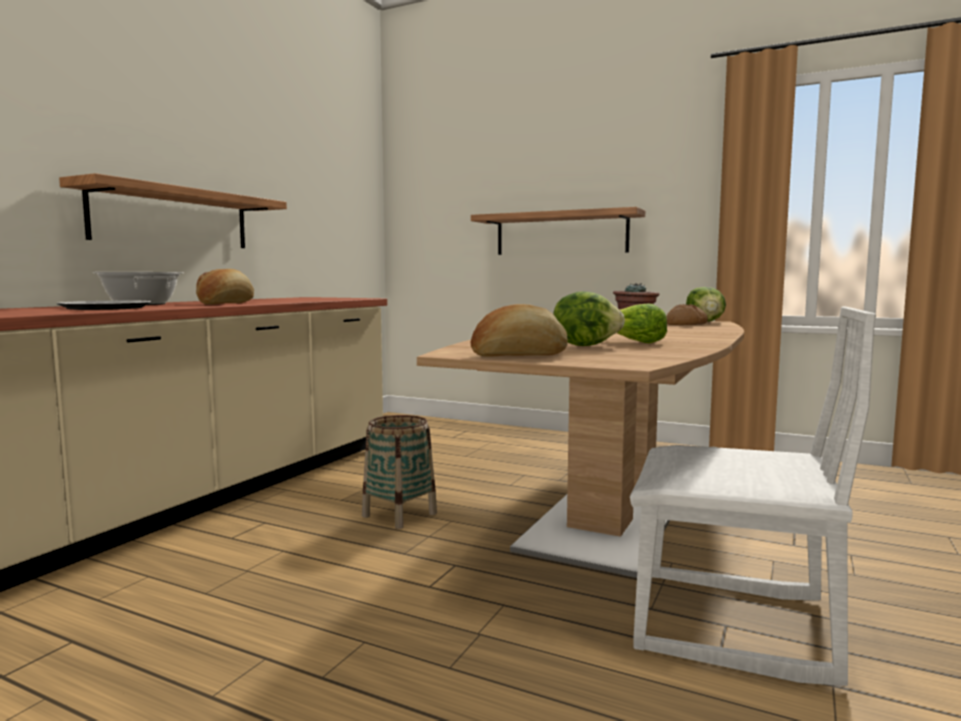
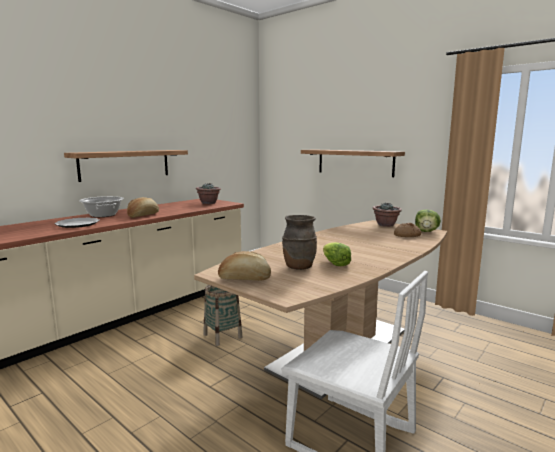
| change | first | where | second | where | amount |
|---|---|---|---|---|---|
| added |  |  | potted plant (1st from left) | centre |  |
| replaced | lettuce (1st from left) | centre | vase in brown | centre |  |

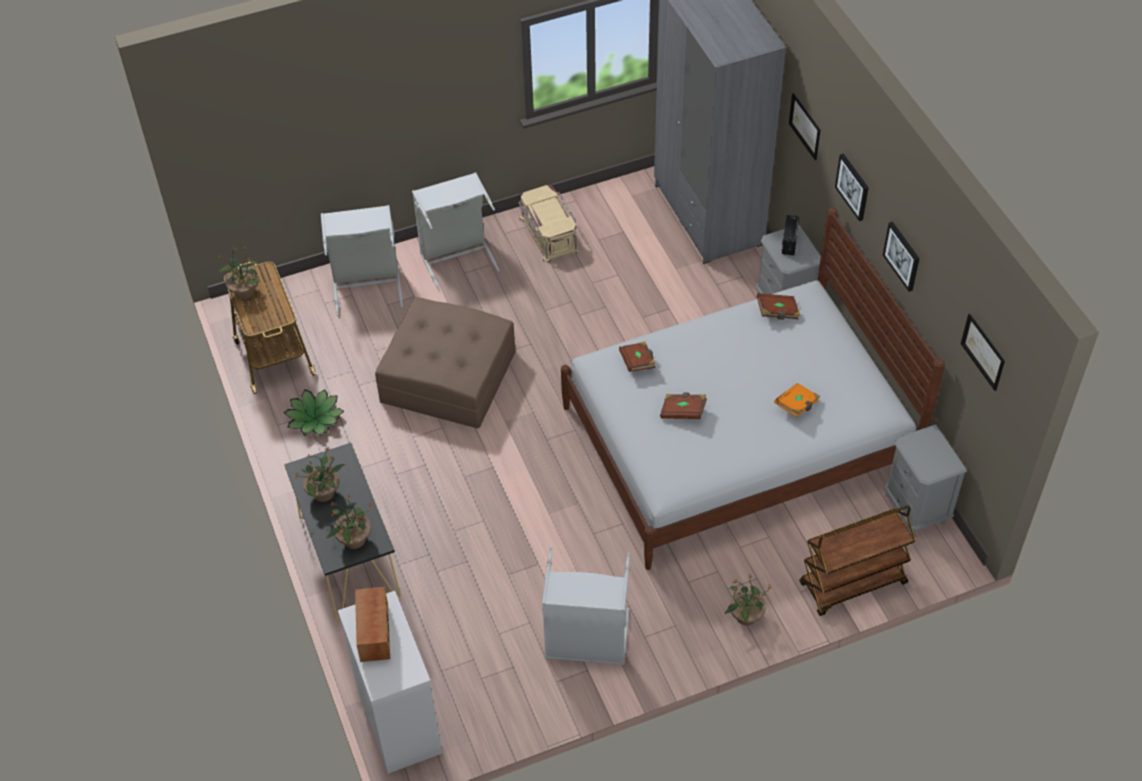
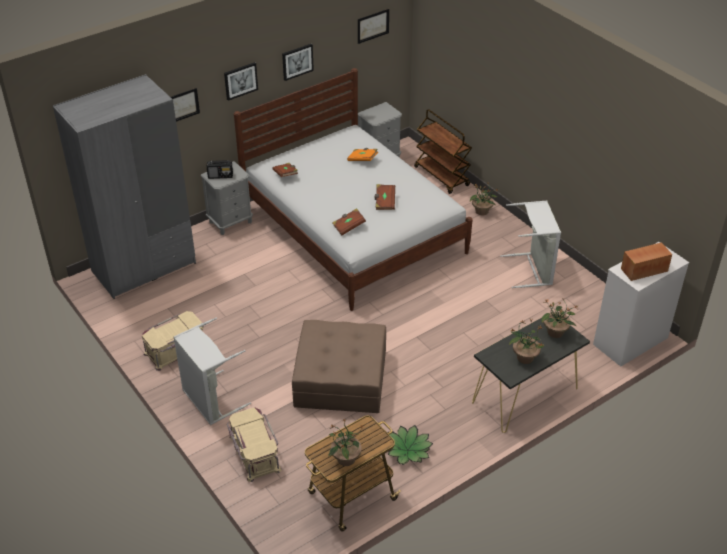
| change | first | where | second | where | amount |
|---|---|---|---|---|---|
| replaced | laundry basket in grey (1st from left) | top left | storage box in beige (2nd from left) | bottom centre |  |

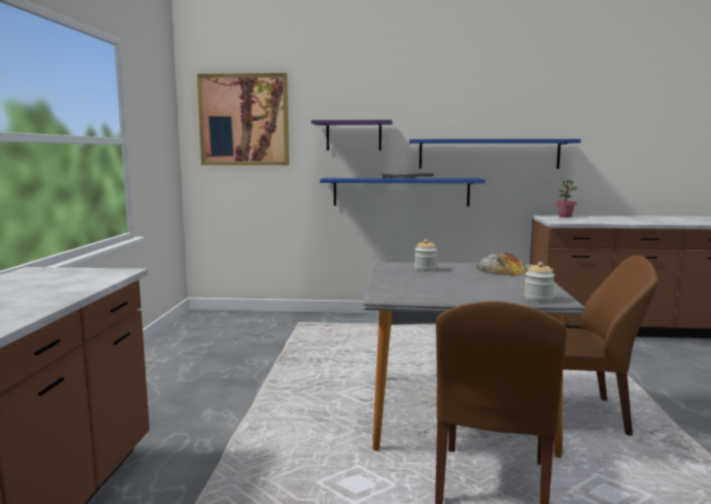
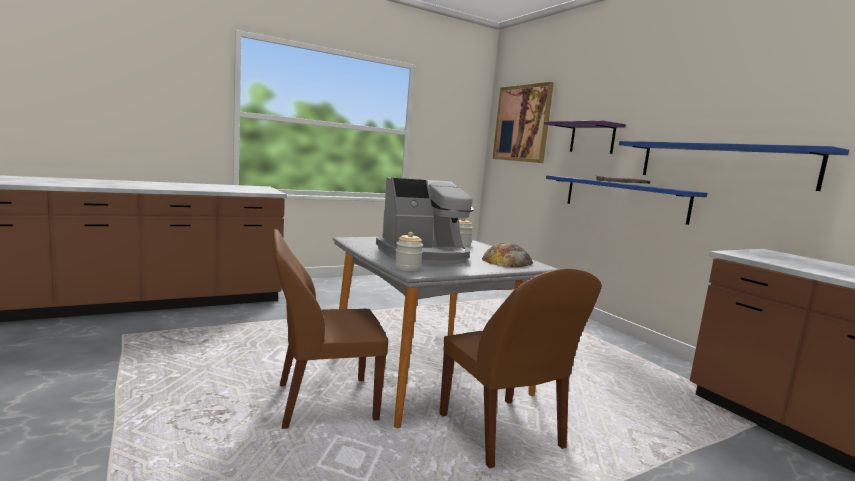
| change | first | where | second | where | amount |
|---|---|---|---|---|---|
| added |  |  | coffee machine | centre |  |
| removed | potted plant | middle right |  |  |  |

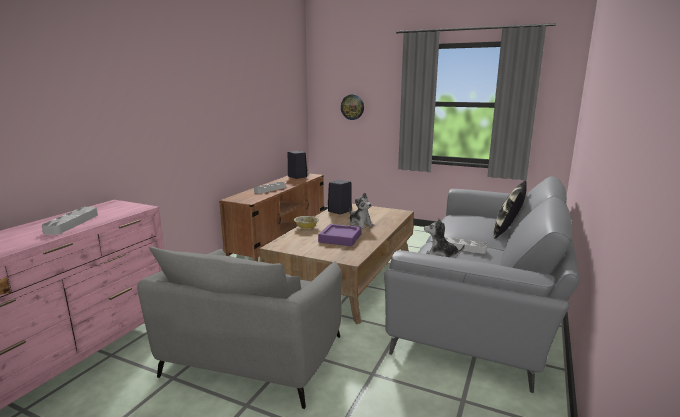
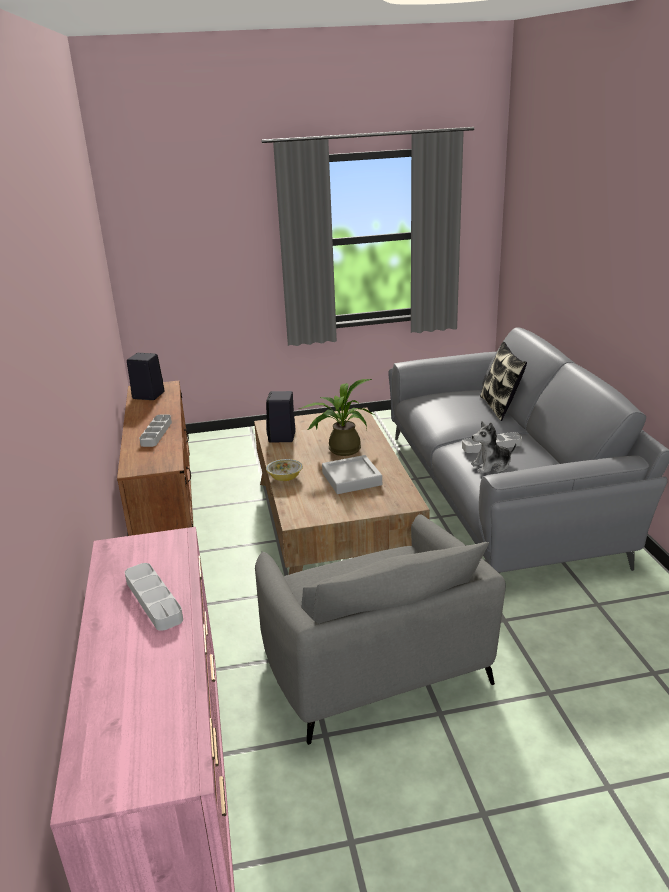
| change | first | where | second | where | amount |
|---|---|---|---|---|---|
| replaced | plush toy (1st from left) | centre | potted plant | centre |  |
| recoloured | tray in purple | centre | tray in grey (3rd from left) | centre |  |
| removed | wall clock | top centre |  |  |  |

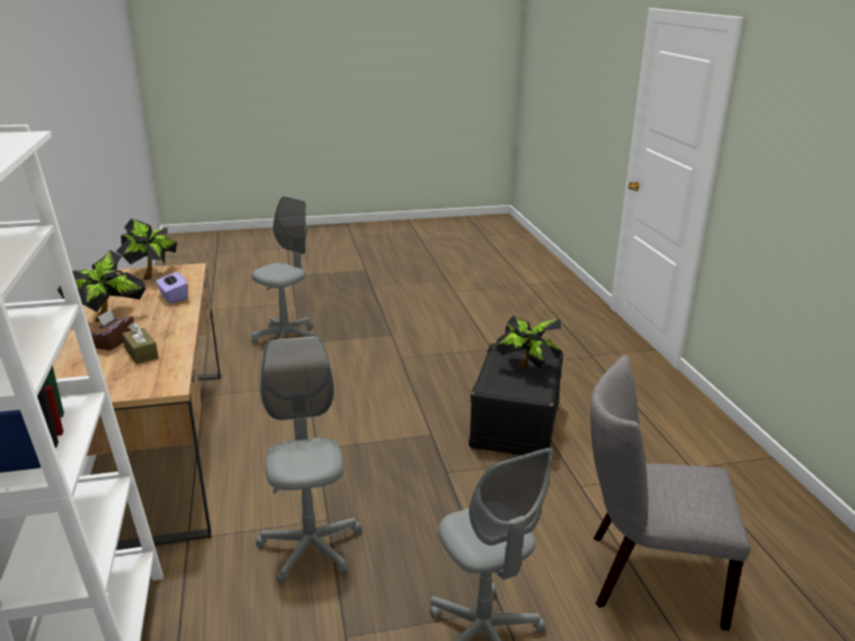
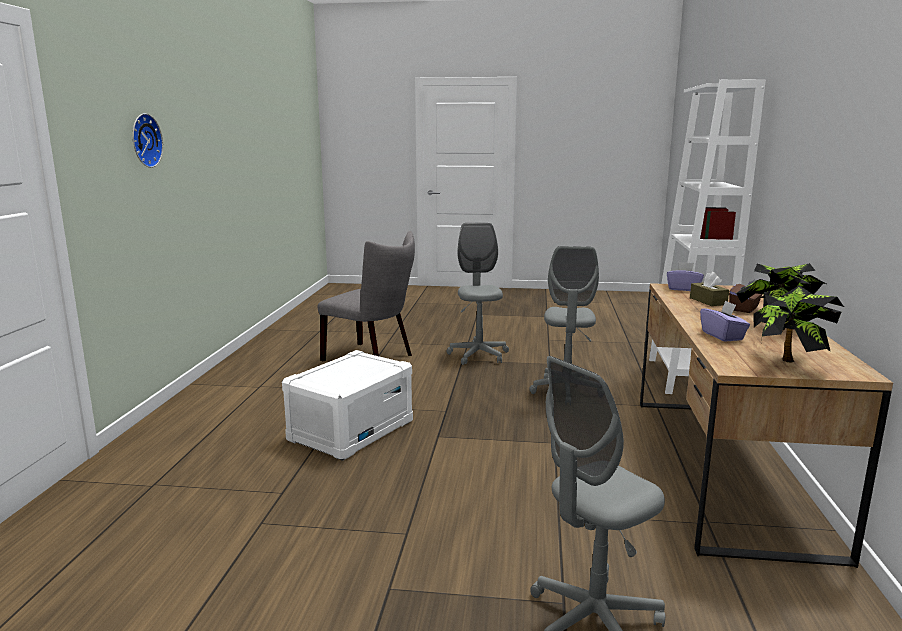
| change | first | where | second | where | amount |
|---|---|---|---|---|---|
| added |  |  | wall clock | top left |  |
| recoloured | storage box in black | centre | storage box in white | centre |  |
| added |  |  | tissue box in purple (1st from left) | middle right |  |
| removed | potted plant (3rd from left) | centre |  |  |  |

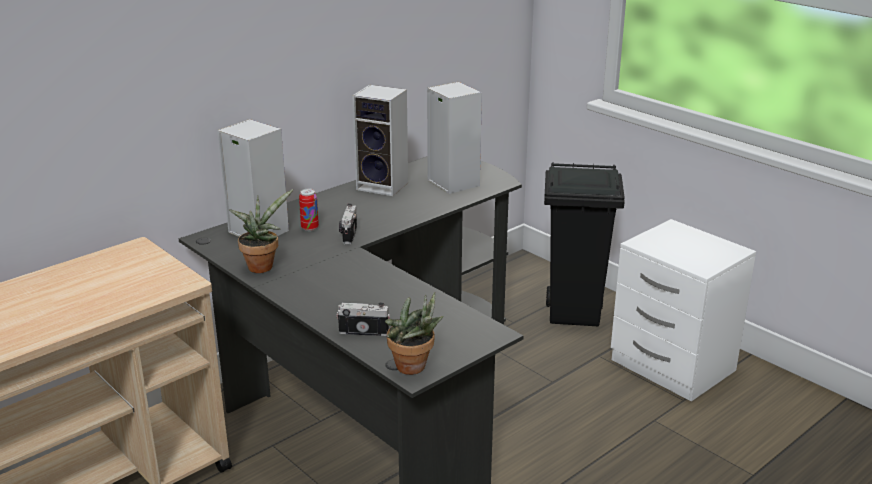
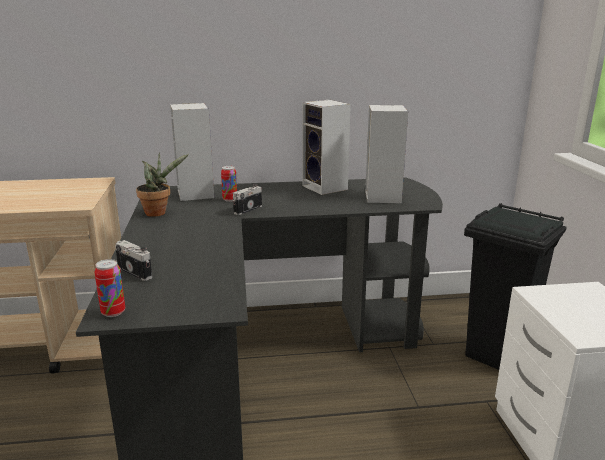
| change | first | where | second | where | amount |
|---|---|---|---|---|---|
| replaced | potted plant (2nd from left) | bottom centre | can (1st from left) | middle left |  |

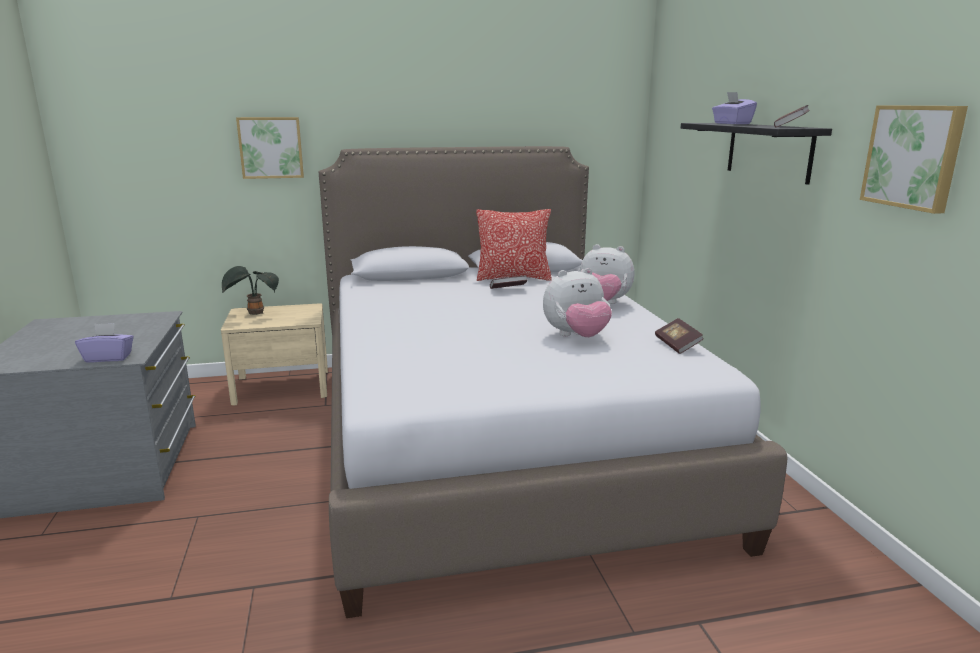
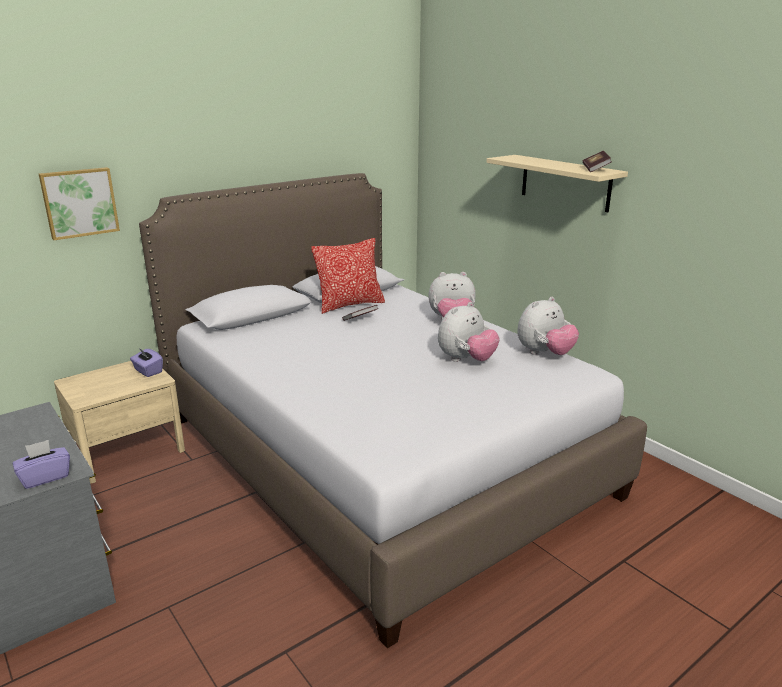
| change | first | where | second | where | amount |
|---|---|---|---|---|---|
| moved | tissue box in purple (2nd from left) | top right |  | middle left |  |
| recoloured | shelf in black | top right | shelf in beige | top right |  |
| replaced | book (2nd from left) | middle right | plush toy (3rd from left) | middle right |  |
| removed | potted plant | middle left |  |  |  |
| removed | picture (2nd from left) | top right |  |  |  |

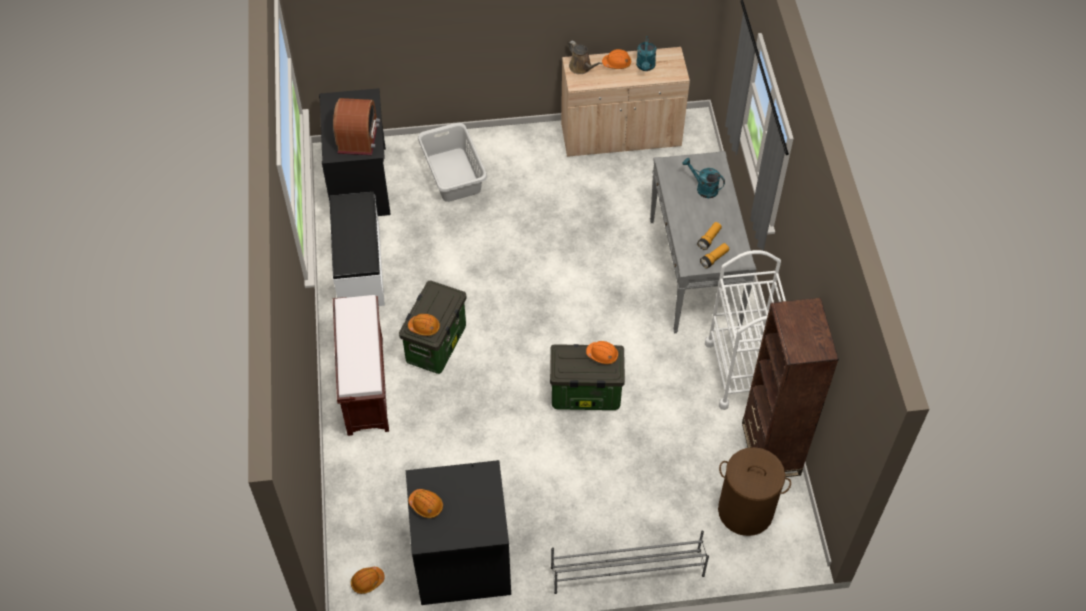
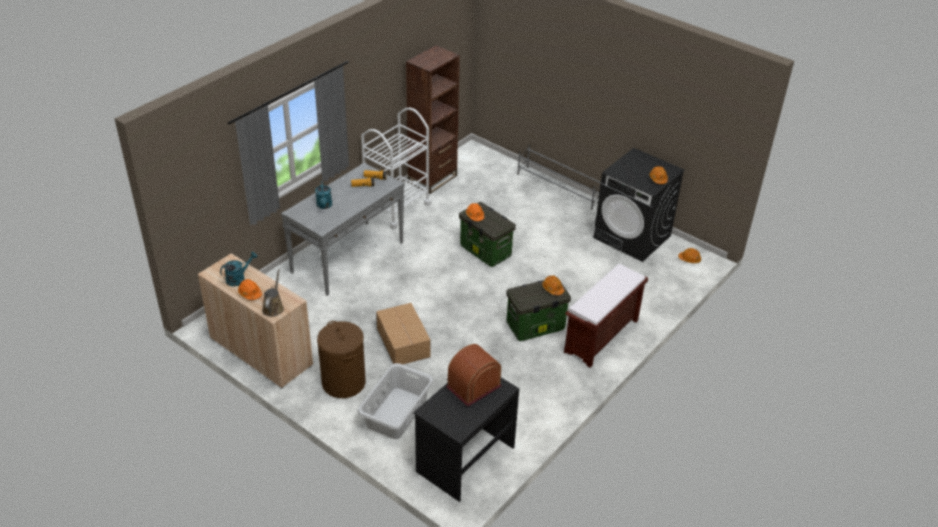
| change | first | where | second | where | amount |
|---|---|---|---|---|---|
| moved | laundry basket in brown | bottom right |  | bottom centre |  |
| added |  |  | cardboard box | centre |  |
| removed | bench in white | middle left |  |  |  |

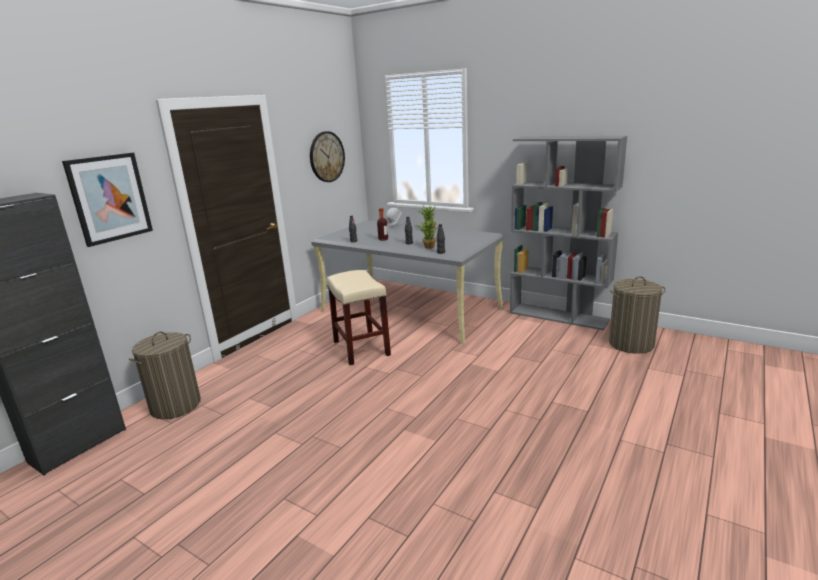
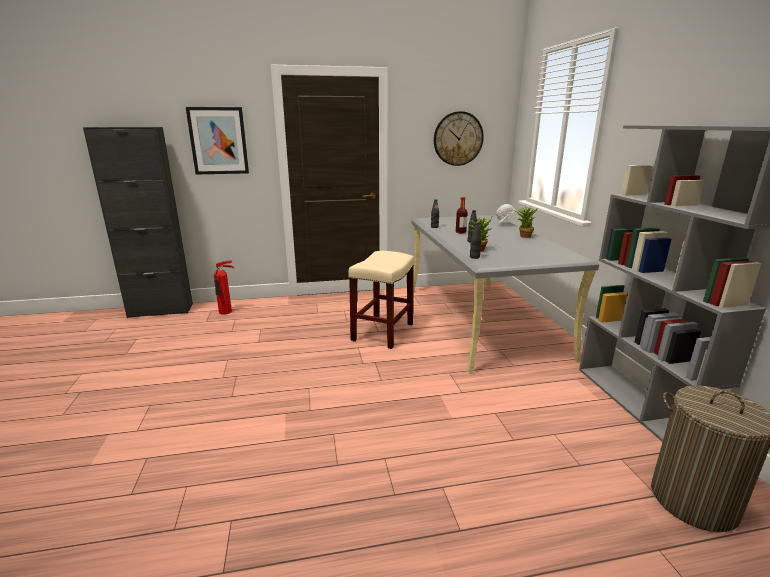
| change | first | where | second | where | amount |
|---|---|---|---|---|---|
| replaced | laundry basket (1st from left) | middle left | fire extinguisher | middle left |  |

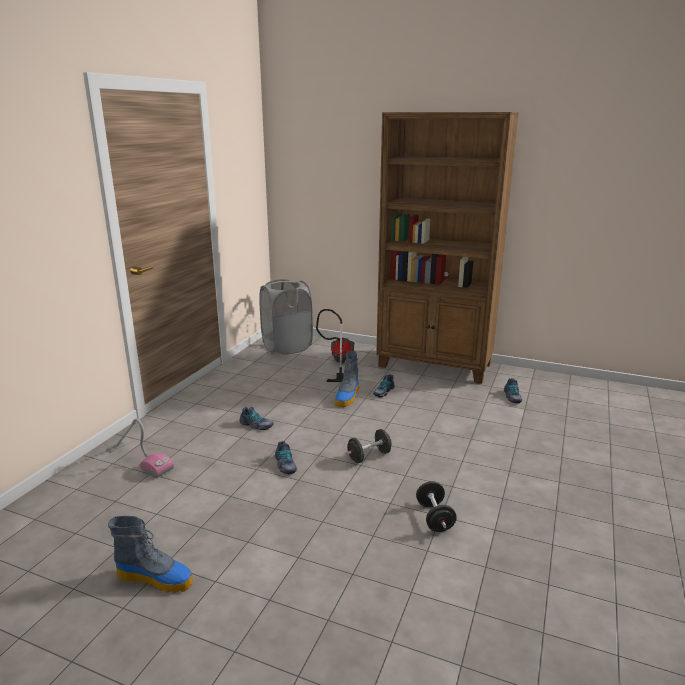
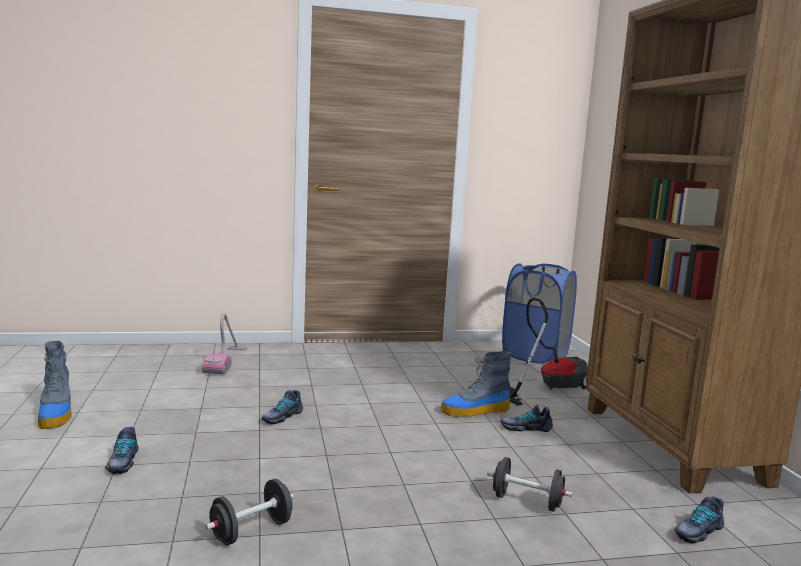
| change | first | where | second | where | amount |
|---|---|---|---|---|---|
| moved | shoe (1st from left) | centre |  | bottom left |  |
| moved | dumbbell in black (1st from left in the first image) | centre | dumbbell in black (2nd from left) | bottom centre |  |
| recoloured | laundry basket in grey | centre | laundry basket in blue | middle right |  |

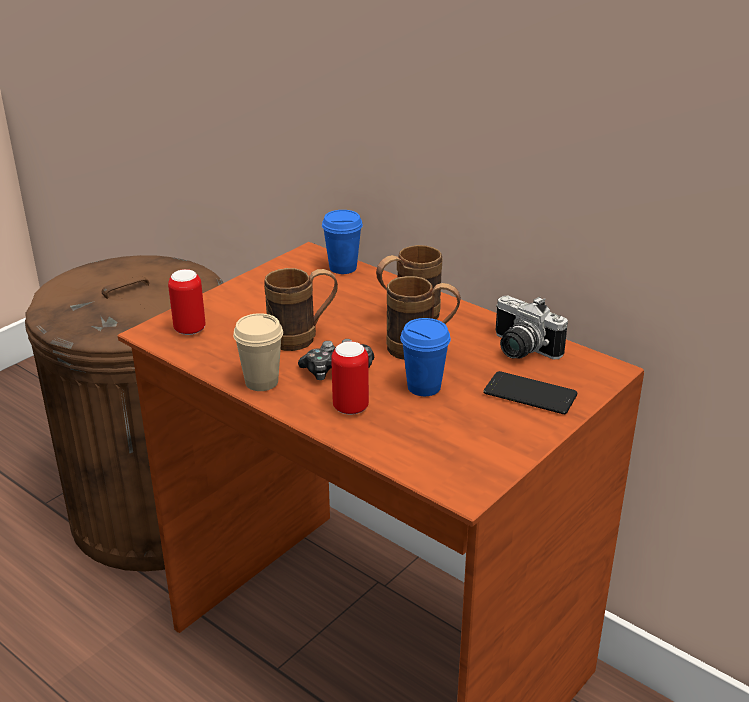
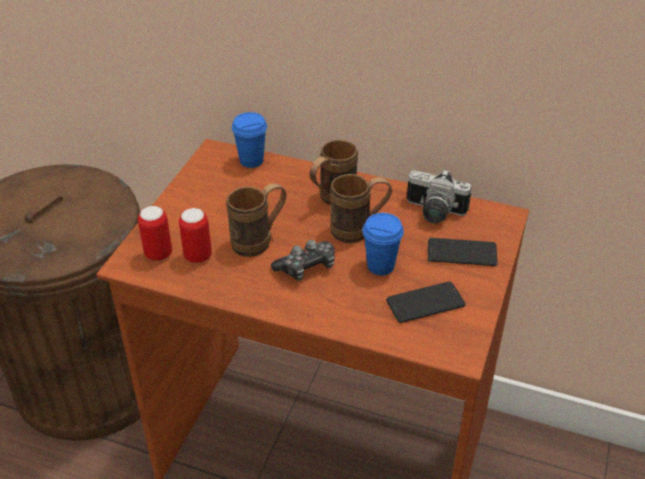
| change | first | where | second | where | amount |
|---|---|---|---|---|---|
| moved | can (2nd from left) | centre |  | middle left |  |
| added |  |  | phone (1st from left) | centre |  |
| removed | cup in beige | centre |  |  |  |

